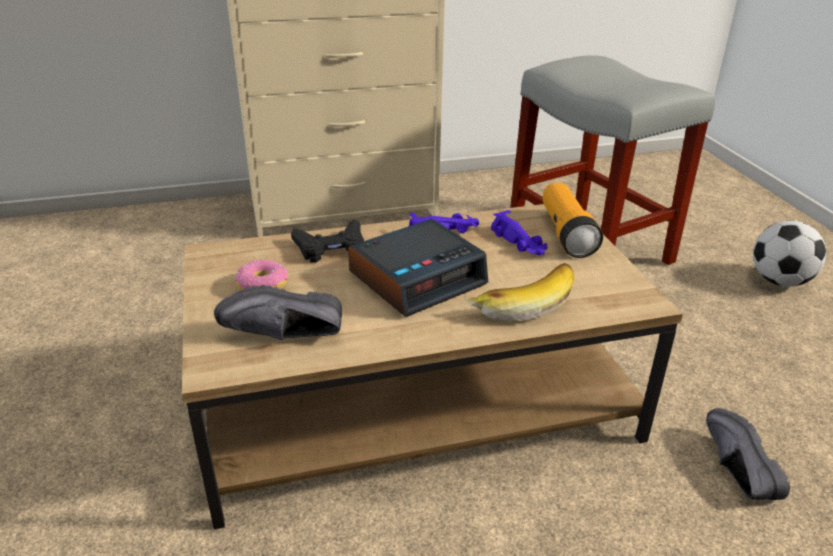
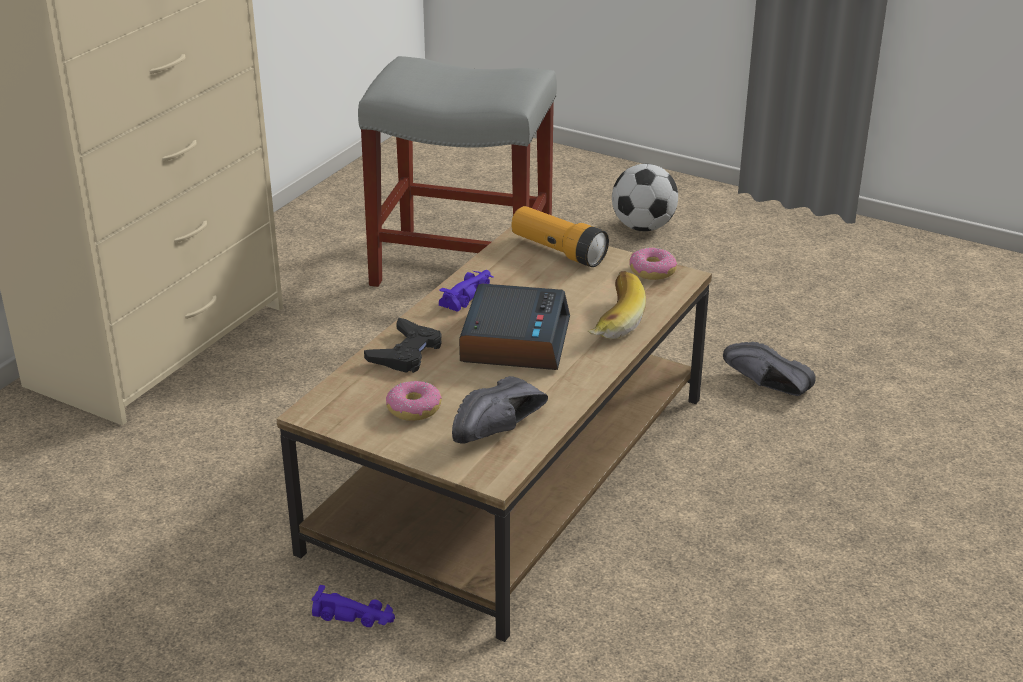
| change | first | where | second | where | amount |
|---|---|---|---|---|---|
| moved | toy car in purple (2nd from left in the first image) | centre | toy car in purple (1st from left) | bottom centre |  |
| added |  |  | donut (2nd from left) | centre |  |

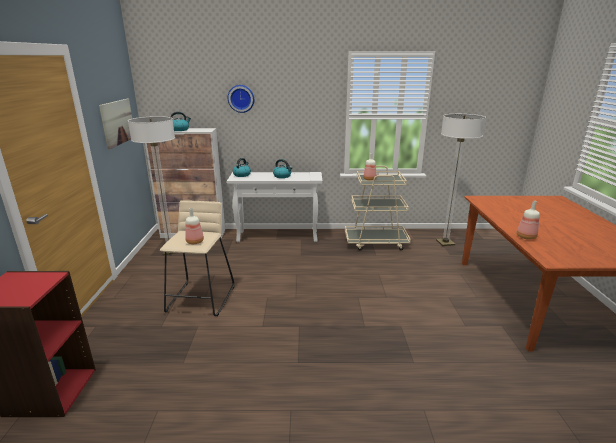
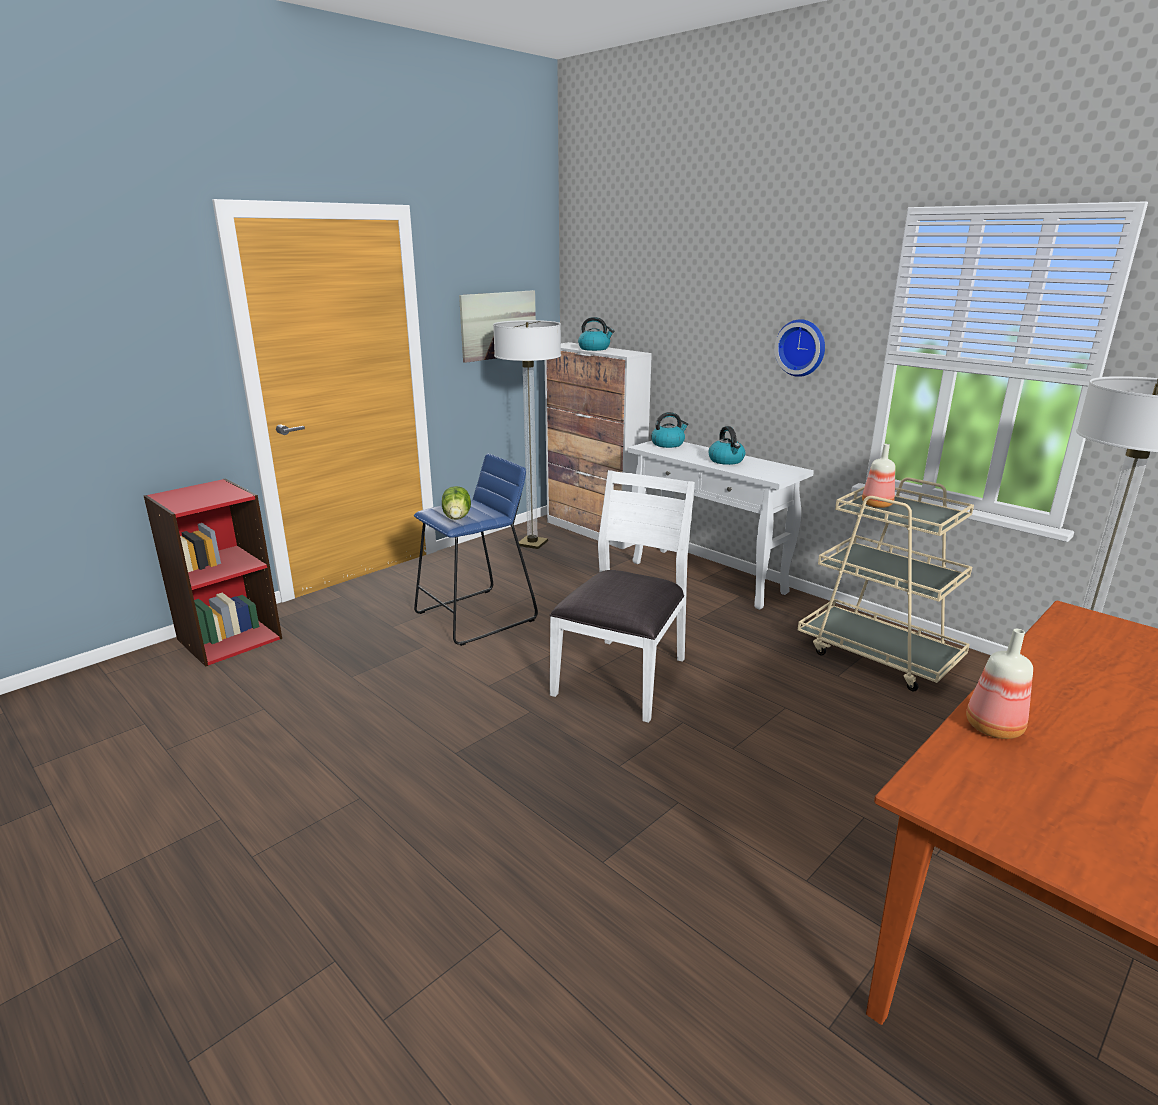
| change | first | where | second | where | amount |
|---|---|---|---|---|---|
| recoloured | stool in beige | middle left | stool in blue | centre |  |
| replaced | bottle (1st from left) | middle left | lettuce | centre |  |
| added |  |  | chair in white | centre |  |
| moved | wall clock | top centre |  | top right |  |

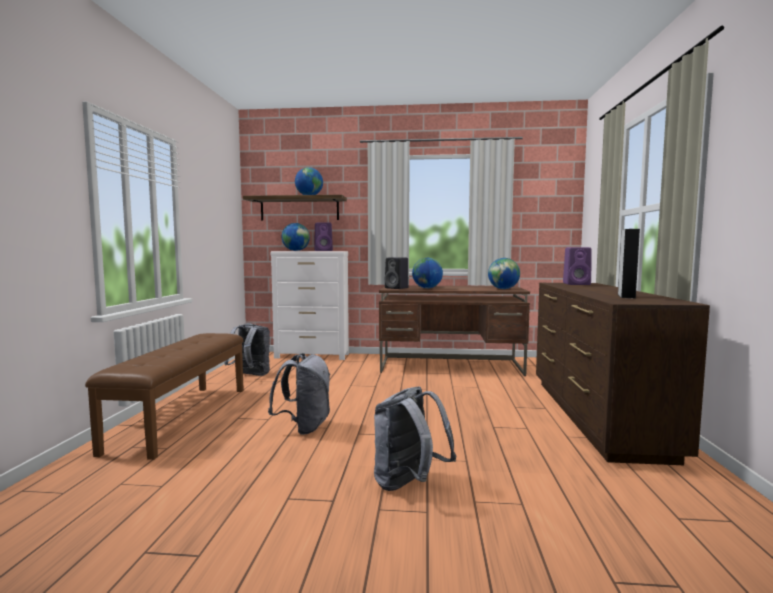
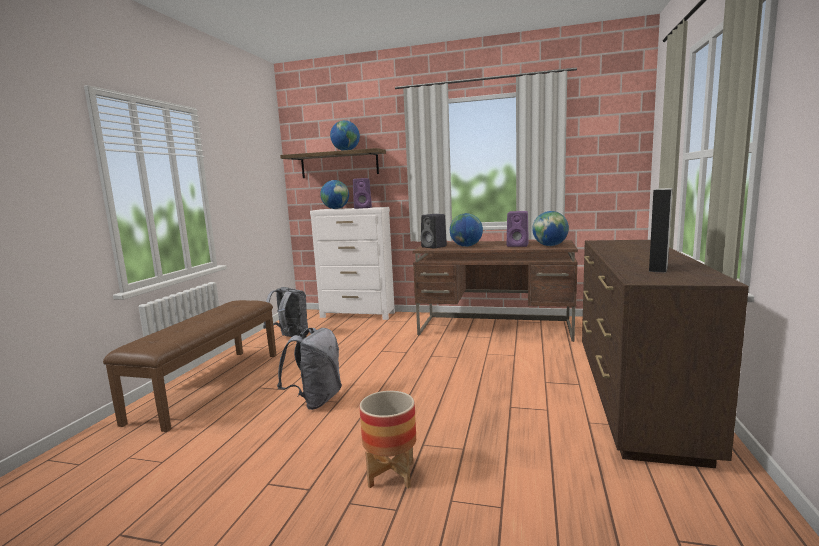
| change | first | where | second | where | amount |
|---|---|---|---|---|---|
| replaced | backpack in grey (3rd from left) | bottom centre | planter | bottom centre |  |
| moved | speaker in purple (2nd from left) | middle right |  | centre |  |

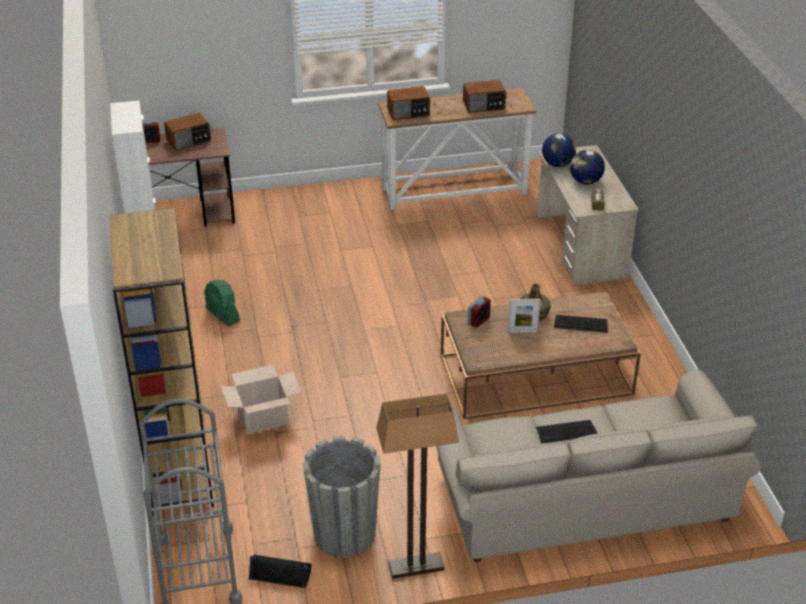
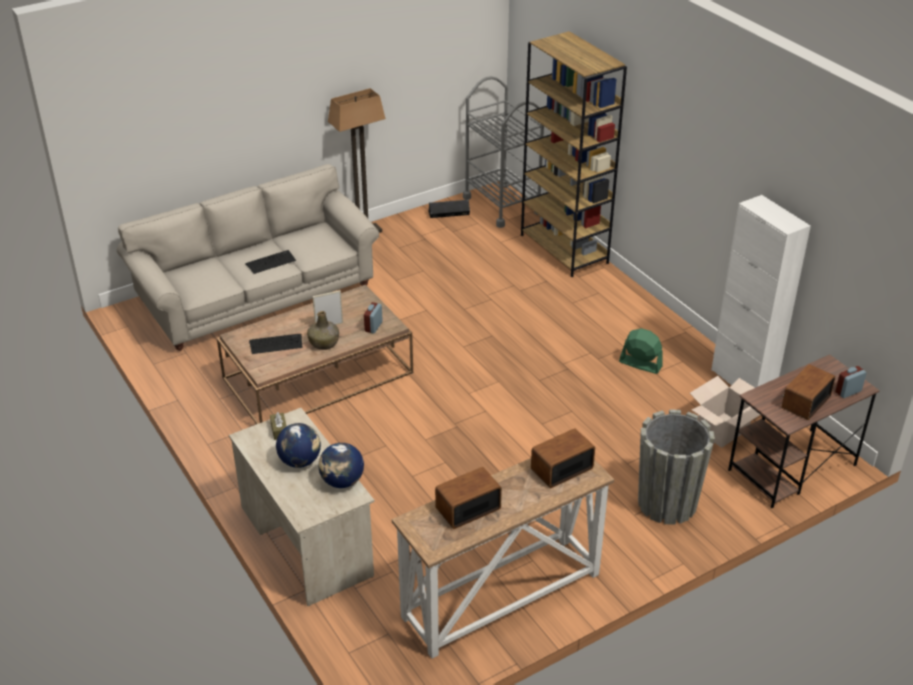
| change | first | where | second | where | amount |
|---|---|---|---|---|---|
| moved | planter in grey | bottom centre |  | bottom right |  |
| moved | cardboard box | middle left |  | middle right |  |

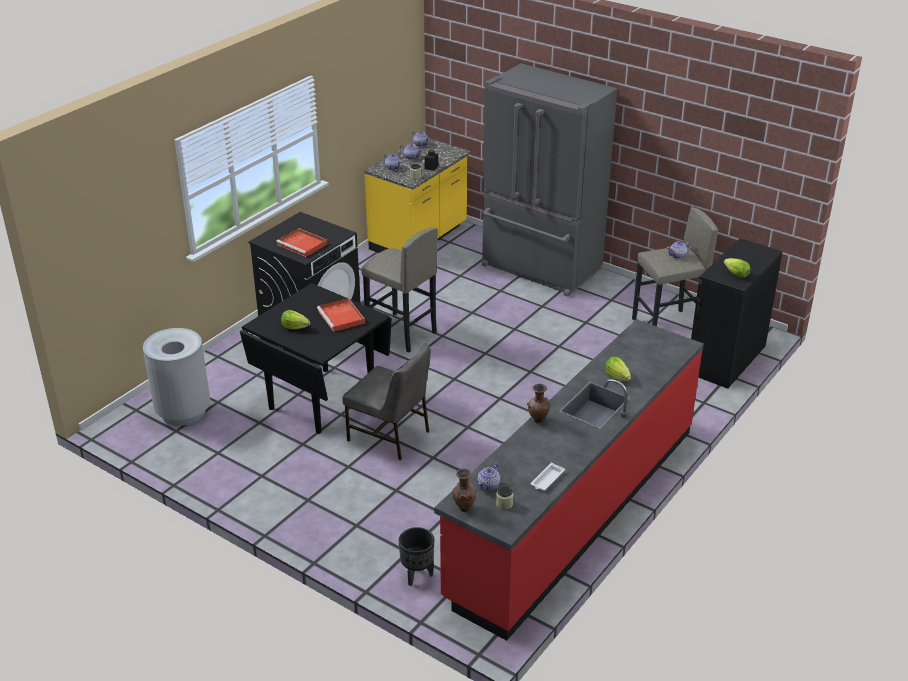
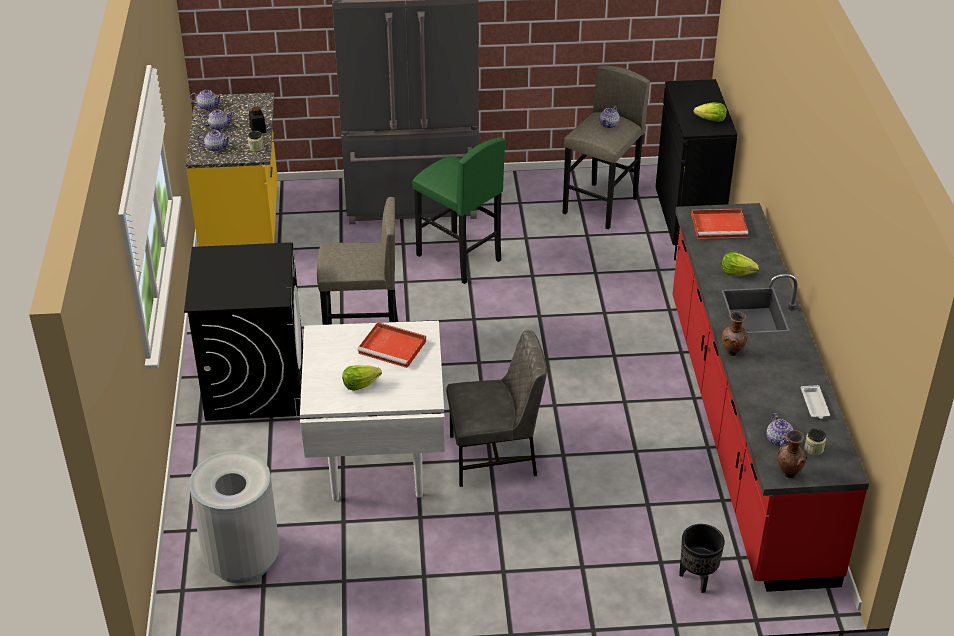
| change | first | where | second | where | amount |
|---|---|---|---|---|---|
| recoloured | dining table in black | centre | dining table in white | centre |  |
| added |  |  | stool in green | top centre |  |
| moved | tray in red (1st from left in the first image) | middle left | tray in red (2nd from left) | middle right |  |

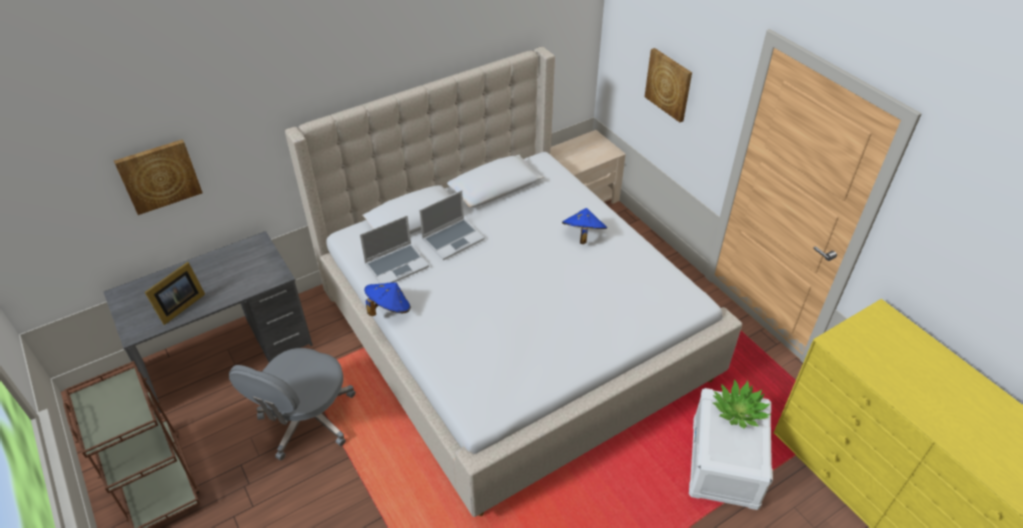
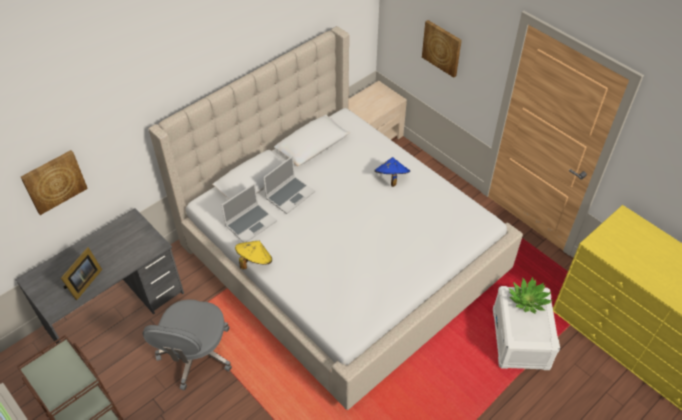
| change | first | where | second | where | amount |
|---|---|---|---|---|---|
| recoloured | hat in blue (1st from left) | centre | hat in yellow | centre |  |

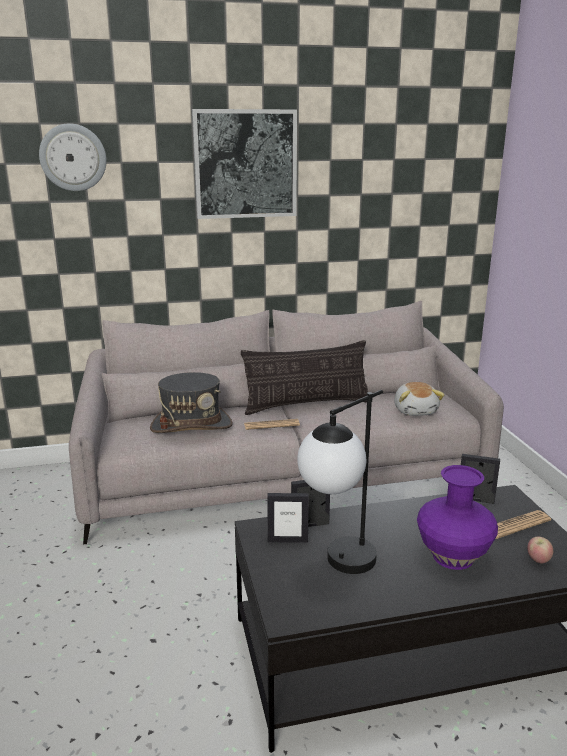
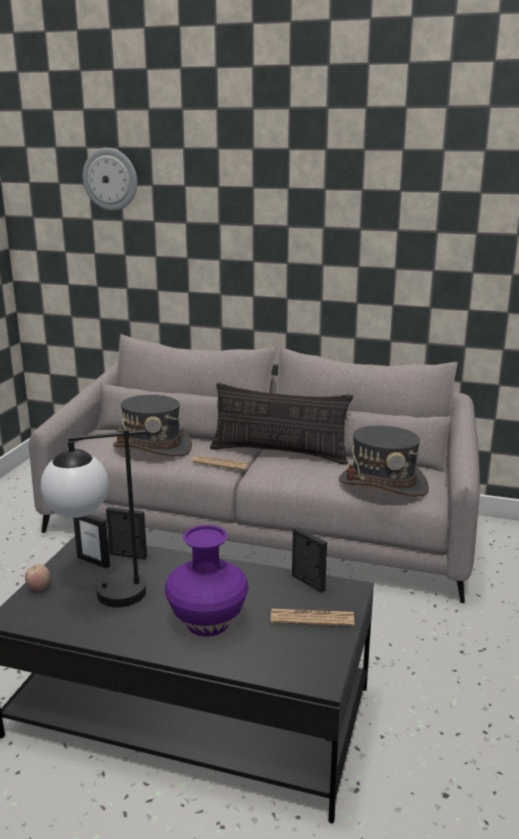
| change | first | where | second | where | amount |
|---|---|---|---|---|---|
| moved | apple | bottom right |  | bottom left |  |
| replaced | plush toy | middle right | hat in grey (2nd from left) | middle right |  |
| removed | picture | top centre |  |  |  |

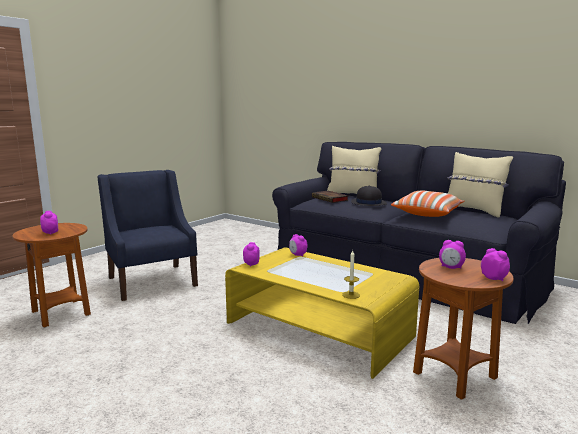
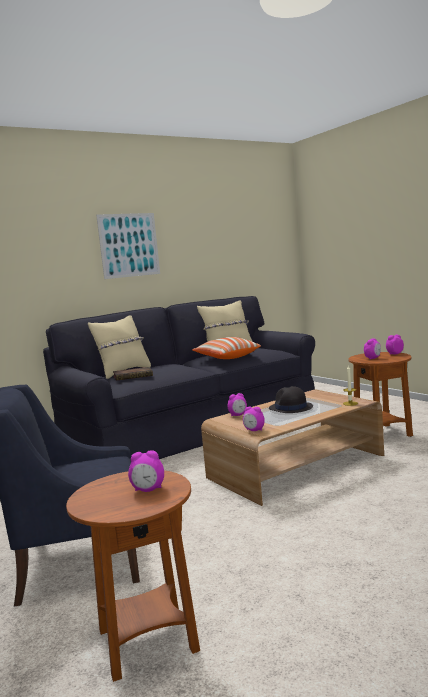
| change | first | where | second | where | amount |
|---|---|---|---|---|---|
| added |  |  | picture | middle left |  |
| recoloured | coffee table in yellow | bottom centre | coffee table in brown | middle right |  |
| moved | hat in black | centre |  | middle right |  |

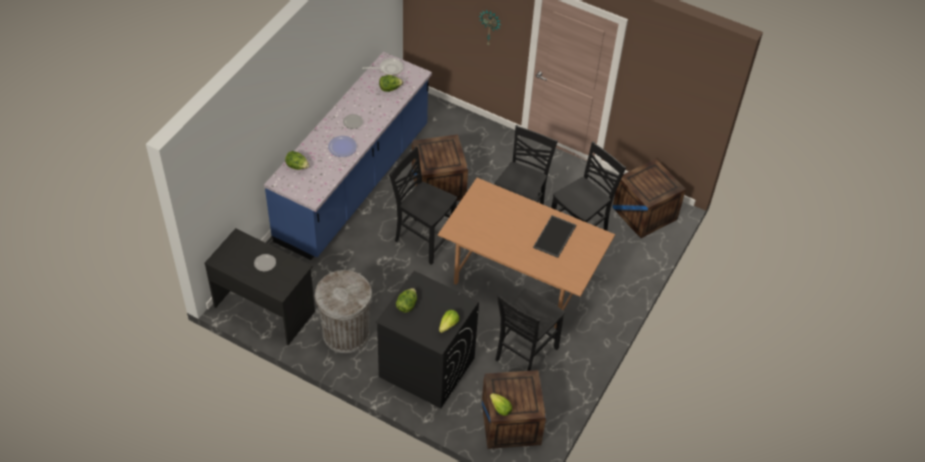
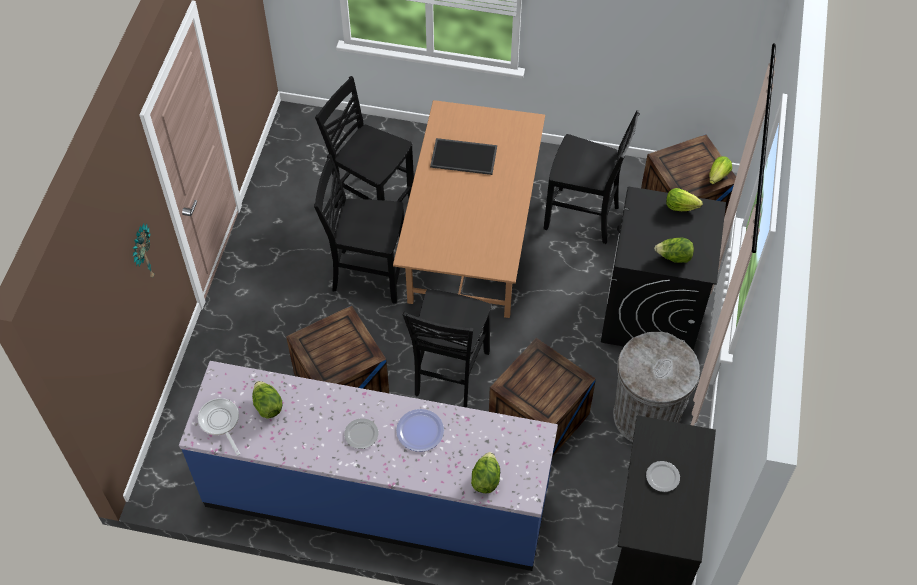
| change | first | where | second | where | amount |
|---|---|---|---|---|---|
| moved | crate (3rd from left in the first image) | middle right | crate (2nd from left) | bottom centre |  |

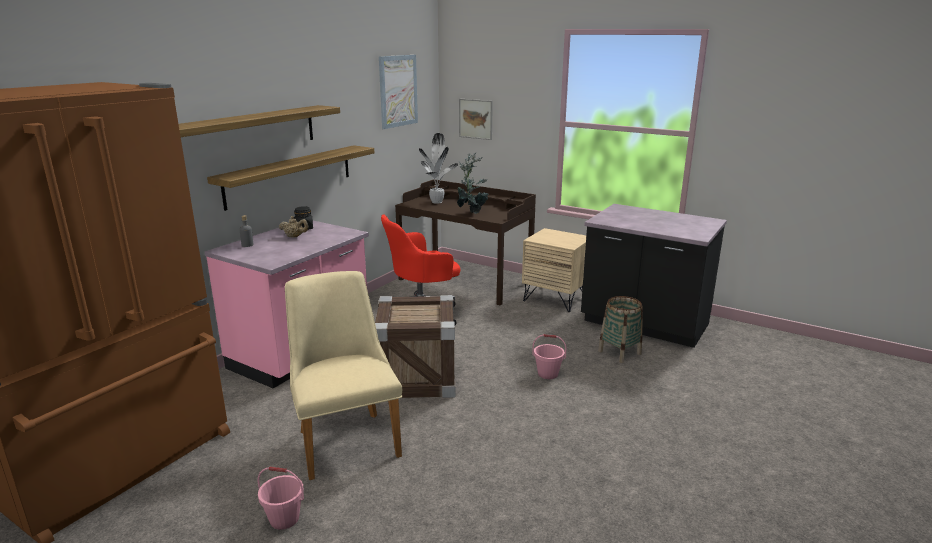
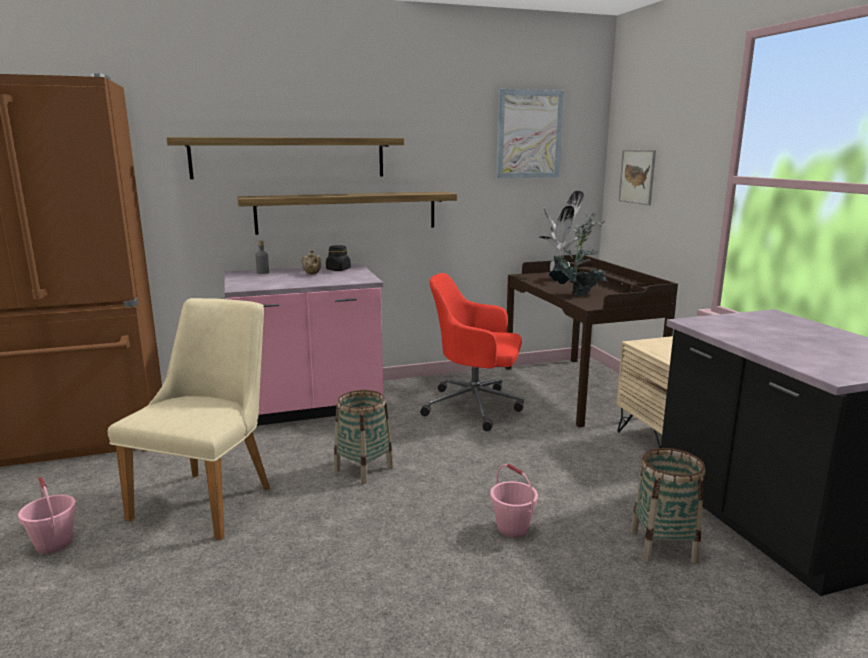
| change | first | where | second | where | amount |
|---|---|---|---|---|---|
| replaced | crate | centre | basket (1st from left) | centre |  |

